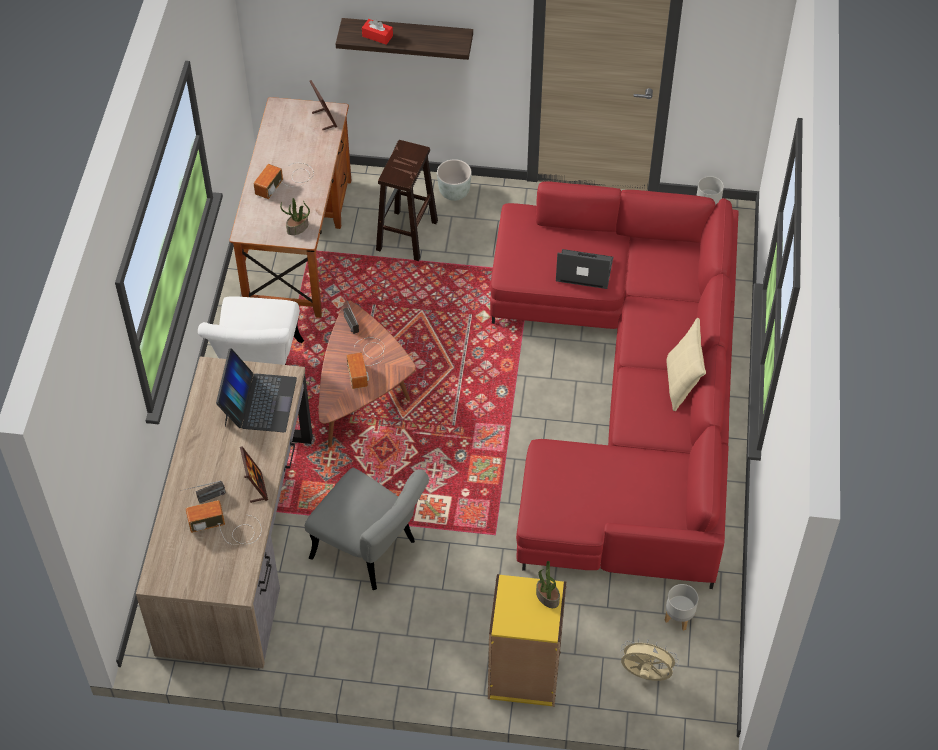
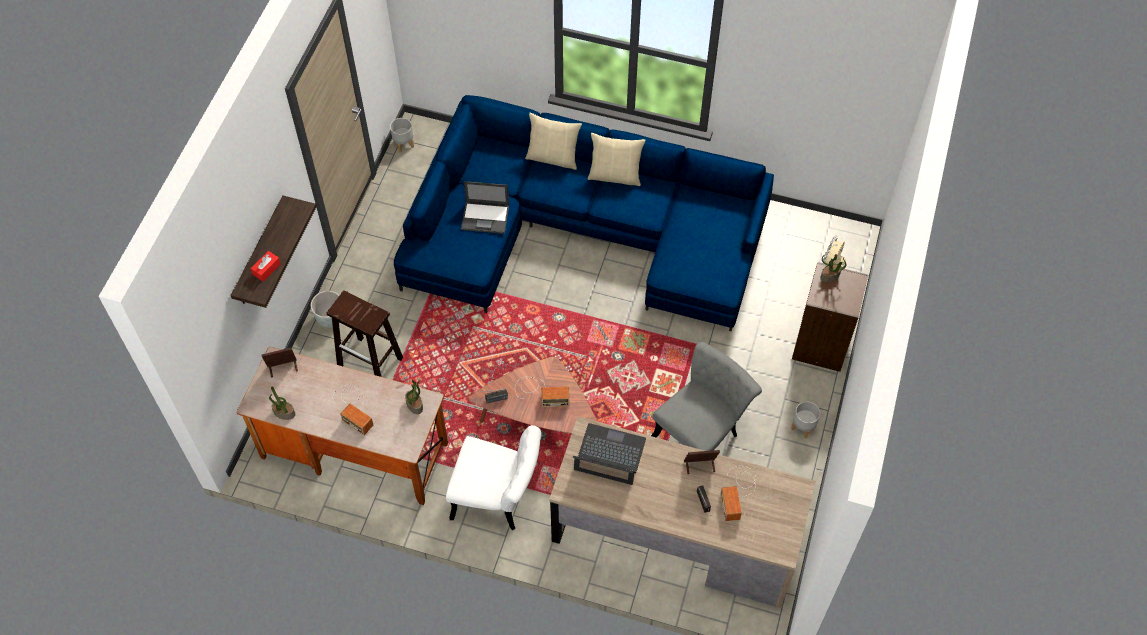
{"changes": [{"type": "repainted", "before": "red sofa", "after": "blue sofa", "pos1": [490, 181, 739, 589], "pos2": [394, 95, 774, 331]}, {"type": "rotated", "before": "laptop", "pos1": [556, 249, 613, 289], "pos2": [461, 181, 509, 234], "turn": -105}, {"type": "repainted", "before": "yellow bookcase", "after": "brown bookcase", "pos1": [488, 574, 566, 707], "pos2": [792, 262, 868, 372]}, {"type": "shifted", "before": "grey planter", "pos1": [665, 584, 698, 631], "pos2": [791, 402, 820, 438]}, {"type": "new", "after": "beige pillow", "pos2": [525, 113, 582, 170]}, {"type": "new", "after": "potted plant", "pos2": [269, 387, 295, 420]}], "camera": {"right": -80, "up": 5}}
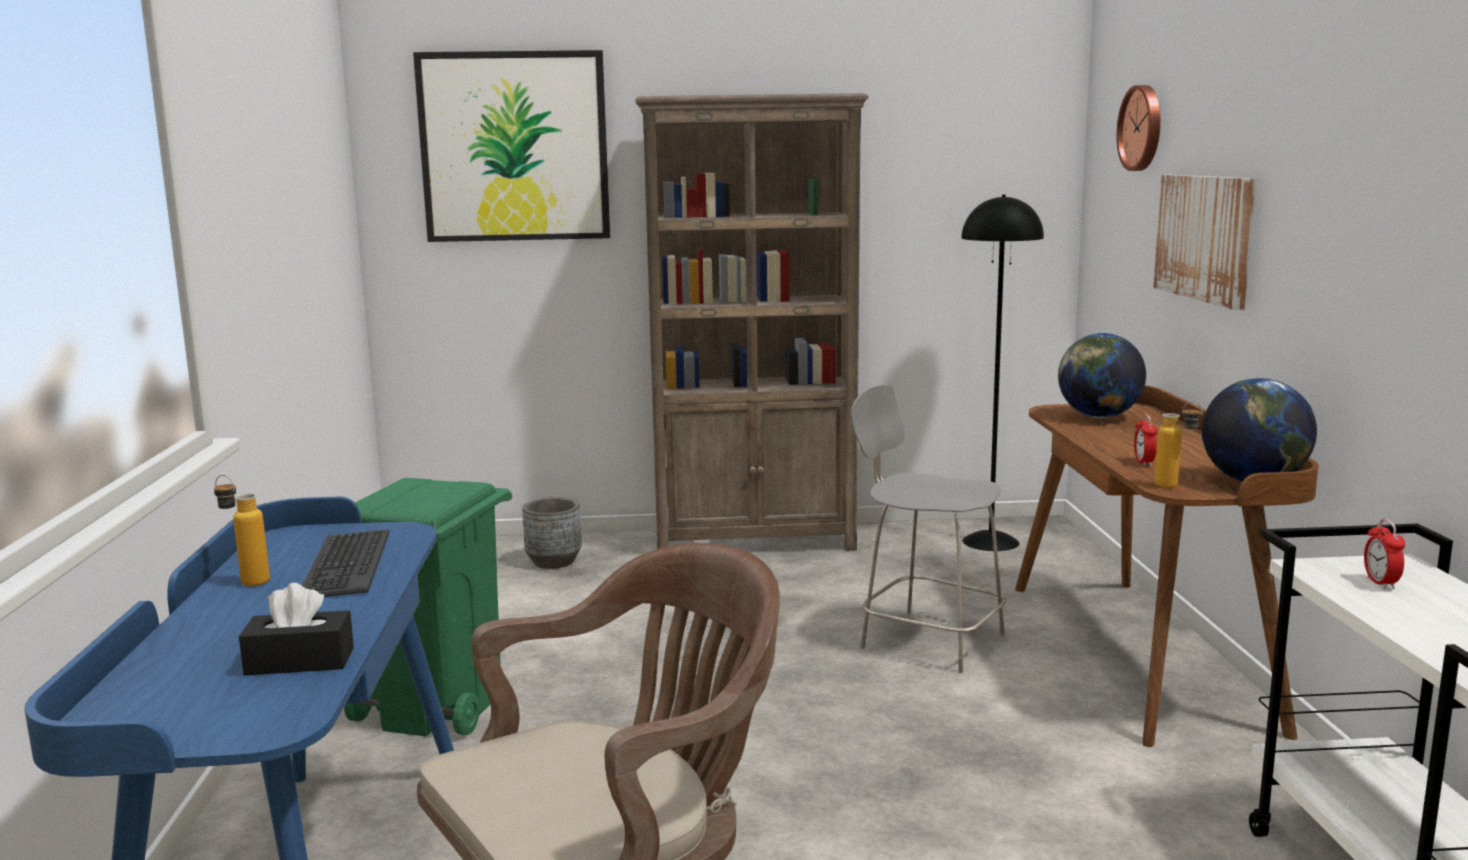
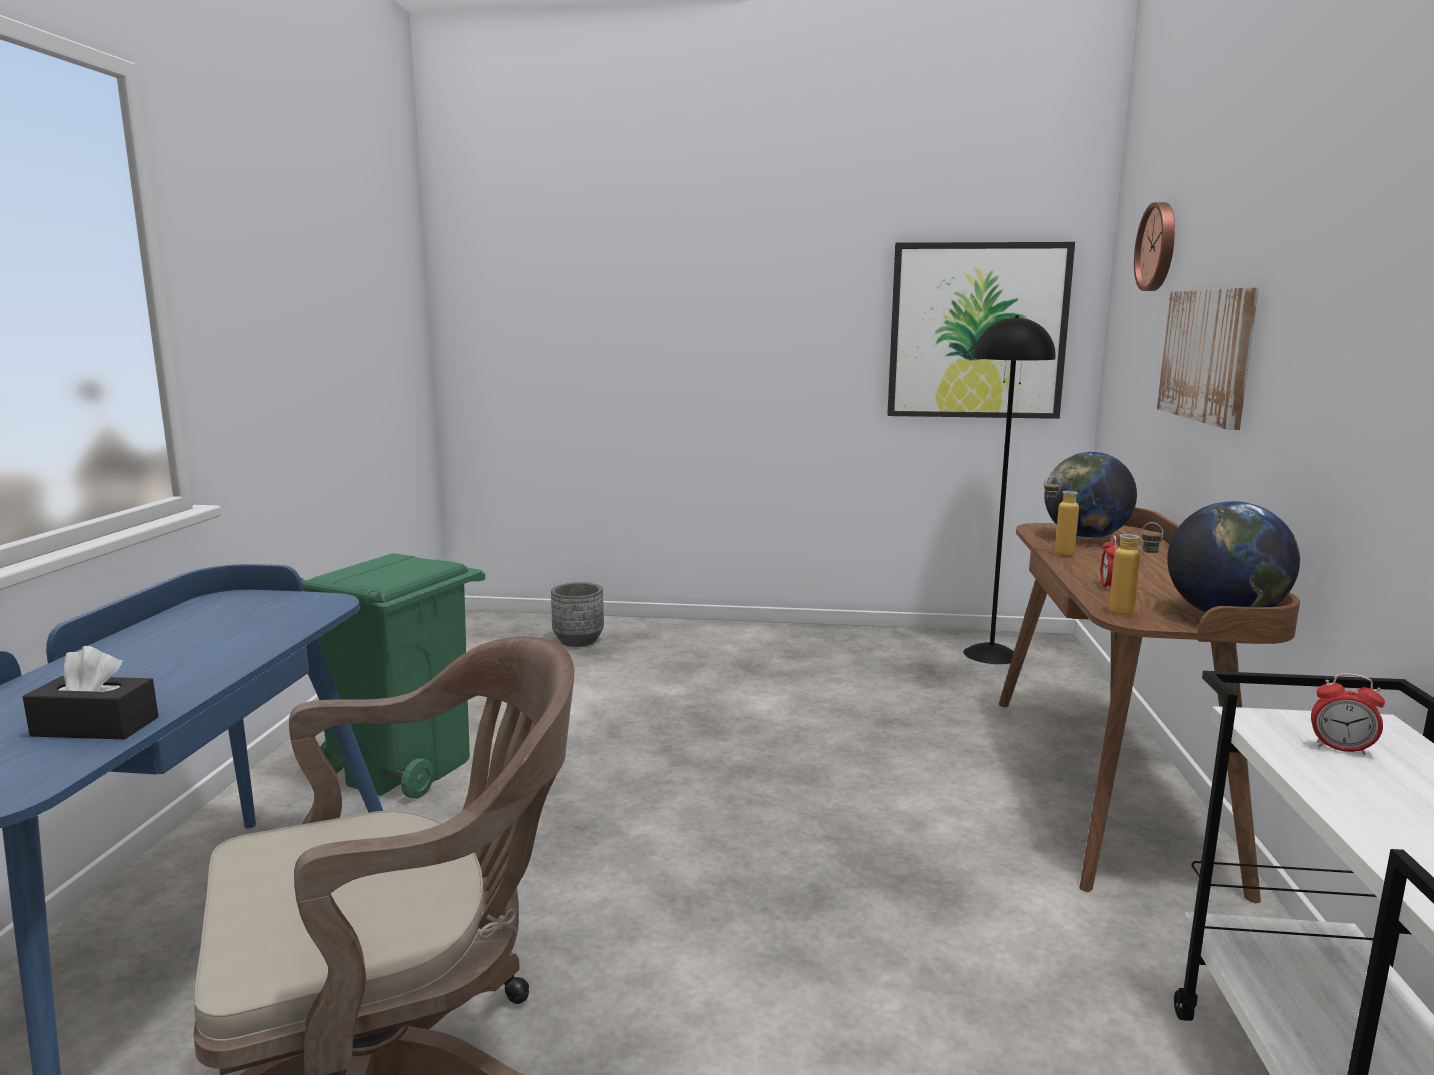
{"changes": [{"type": "shifted", "before": "picture", "pos1": [413, 50, 610, 242], "pos2": [887, 242, 1075, 419]}, {"type": "gone", "before": "brown bookcase", "pos1": [635, 93, 869, 551]}, {"type": "gone", "before": "grey chair", "pos1": [851, 385, 1007, 673]}, {"type": "shifted", "before": "bottle", "pos1": [214, 475, 270, 586], "pos2": [1044, 476, 1079, 556]}, {"type": "rotated", "before": "alarm clock", "pos1": [1364, 519, 1405, 589], "pos2": [1311, 673, 1385, 755], "turn": -75}, {"type": "gone", "before": "keyboard", "pos1": [302, 529, 390, 597]}], "camera": {"right": 10, "up": 0}}
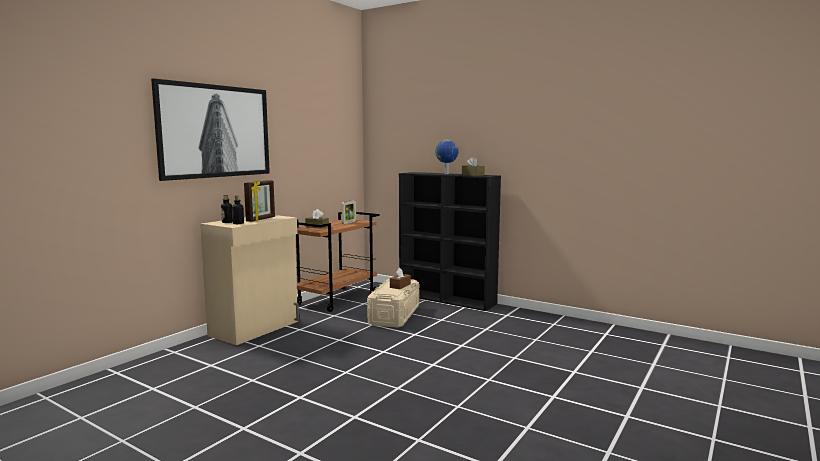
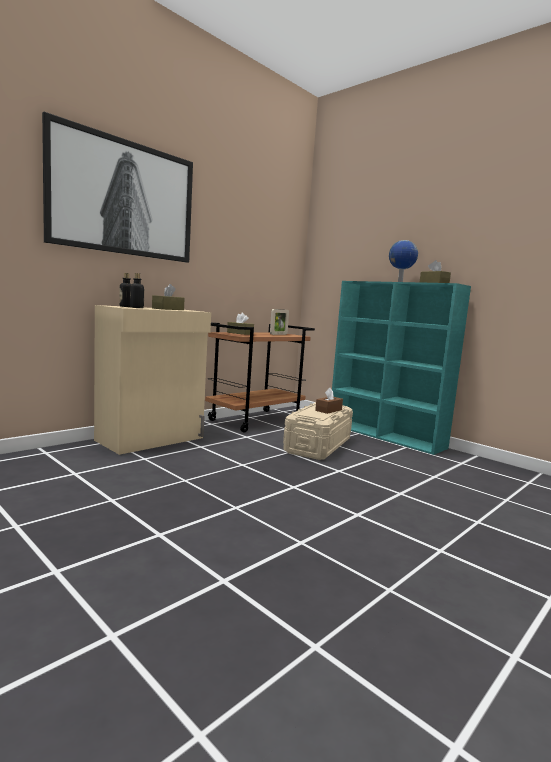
{"changes": [{"type": "repainted", "before": "black bookcase", "after": "turquoise bookcase", "pos1": [399, 172, 501, 311], "pos2": [332, 281, 471, 455]}, {"type": "swapped", "before": "picture frame", "after": "brown tissue box", "pos1": [244, 180, 275, 222], "pos2": [152, 284, 184, 310]}], "camera": {"right": 10, "up": 0}}
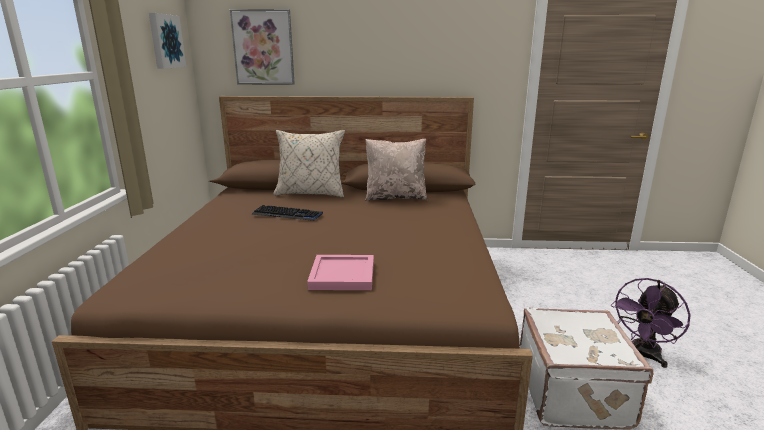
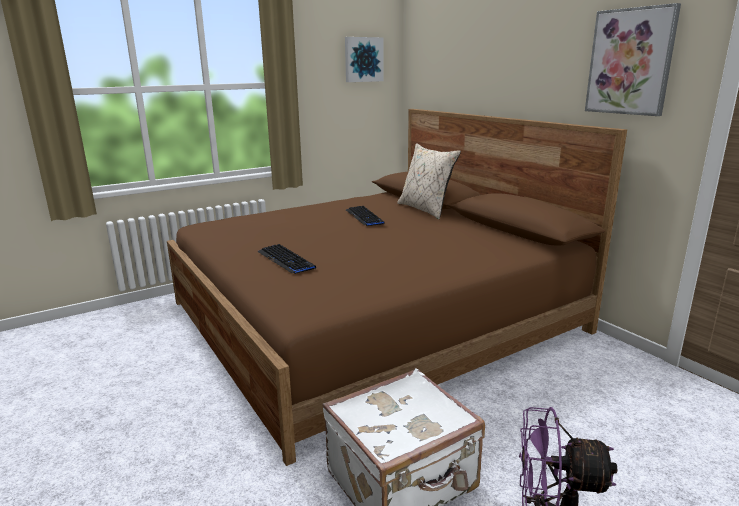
{"changes": [{"type": "shifted", "before": "picture", "pos1": [230, 9, 295, 85], "pos2": [585, 3, 681, 116]}, {"type": "gone", "before": "beige pillow", "pos1": [365, 139, 427, 201]}, {"type": "swapped", "before": "pink tray", "after": "keyboard", "pos1": [307, 255, 374, 290], "pos2": [258, 244, 316, 274]}], "camera": {"right": 55, "up": 0}}
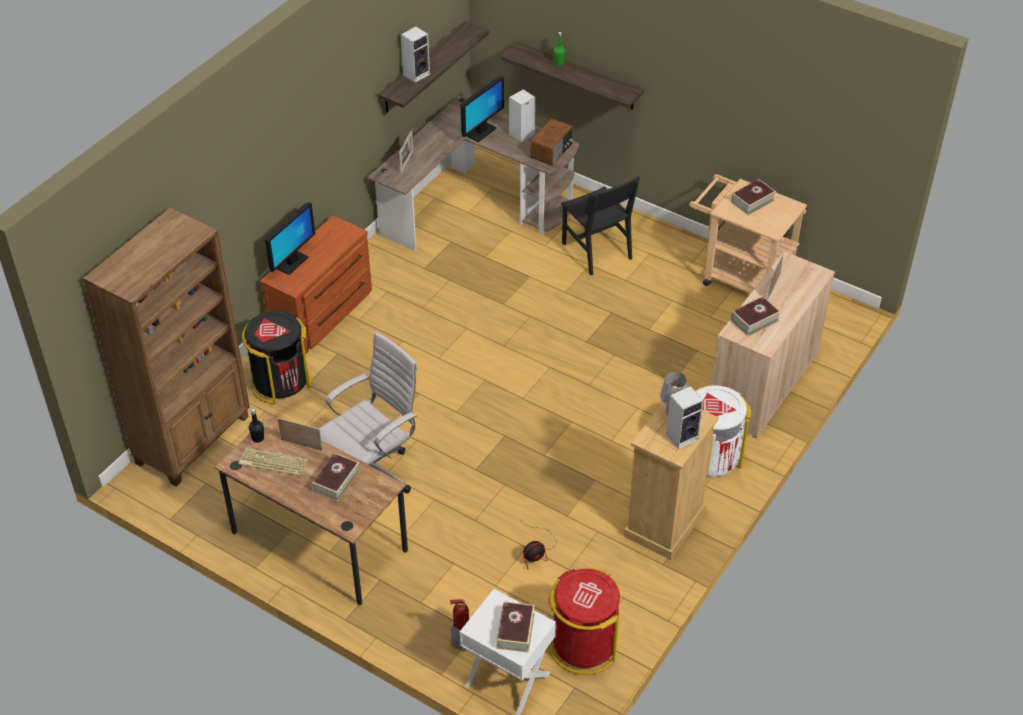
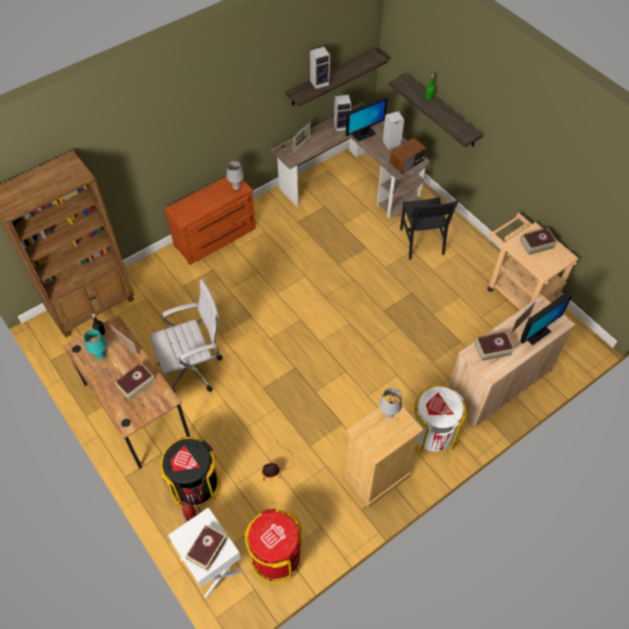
{"changes": [{"type": "shifted", "before": "monitor", "pos1": [265, 202, 315, 275], "pos2": [520, 293, 572, 345]}, {"type": "shifted", "before": "black trash can", "pos1": [242, 311, 312, 405], "pos2": [160, 437, 221, 507]}, {"type": "shifted", "before": "speaker", "pos1": [666, 386, 704, 449], "pos2": [334, 95, 351, 131]}, {"type": "swapped", "before": "keyboard", "after": "turquoise table lamp", "pos1": [238, 448, 308, 475], "pos2": [84, 329, 107, 359]}, {"type": "new", "after": "grey table lamp", "pos2": [226, 161, 244, 190]}], "camera": {"right": 20, "up": 10}}
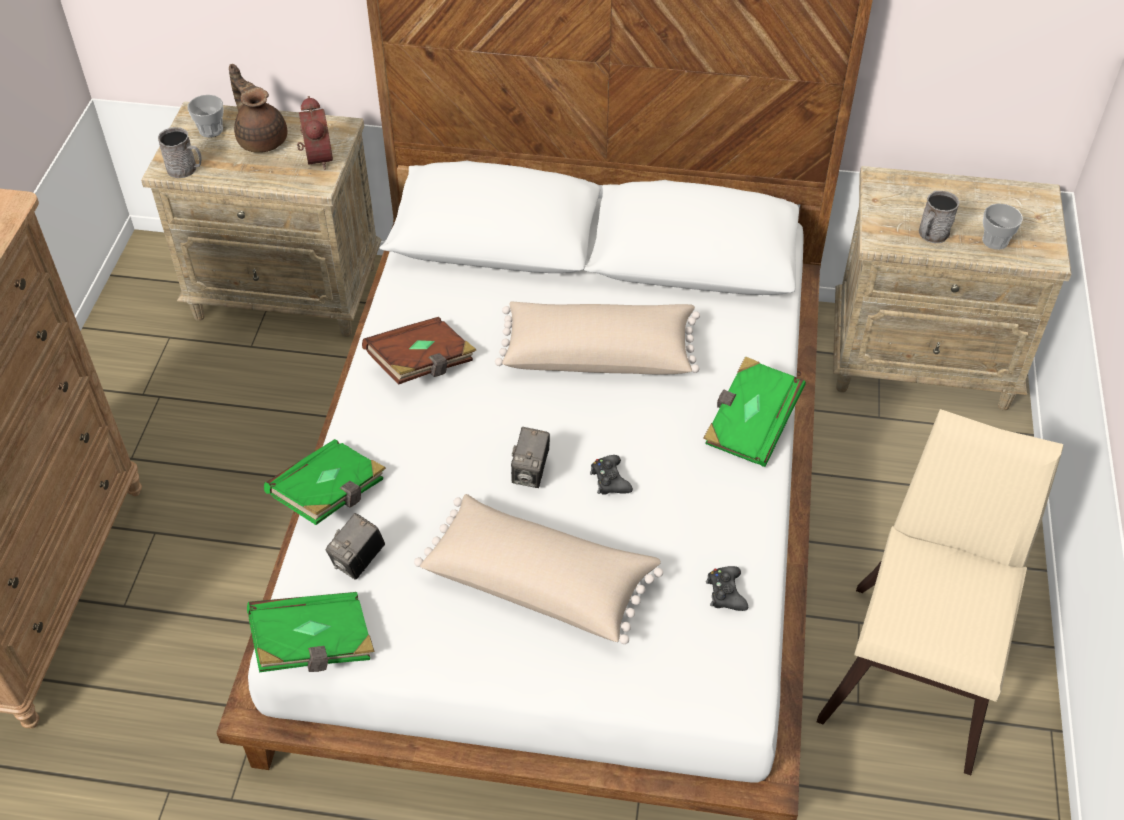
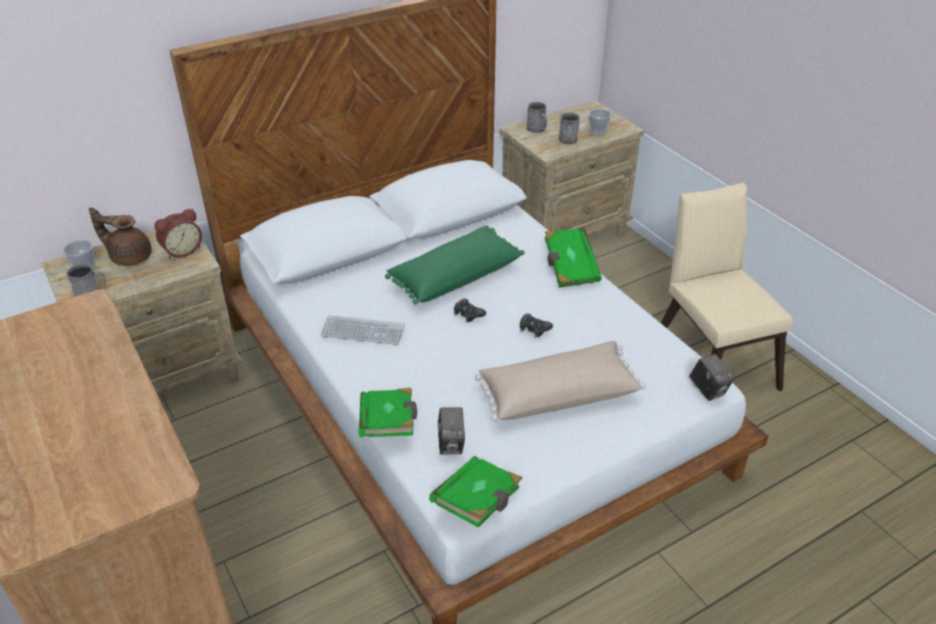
{"changes": [{"type": "rotated", "before": "alarm clock", "pos1": [297, 96, 333, 170], "pos2": [154, 209, 202, 259], "turn": 105}, {"type": "repainted", "before": "beige pillow", "after": "green pillow", "pos1": [495, 302, 700, 375], "pos2": [385, 226, 524, 305]}, {"type": "swapped", "before": "brown book", "after": "keyboard", "pos1": [362, 317, 476, 385], "pos2": [320, 315, 405, 345]}, {"type": "shifted", "before": "photo camera", "pos1": [511, 427, 550, 488], "pos2": [689, 354, 735, 401]}, {"type": "shifted", "before": "black game controller", "pos1": [706, 566, 748, 611], "pos2": [454, 298, 486, 322]}, {"type": "new", "after": "grey mug", "pos2": [527, 102, 547, 133]}], "camera": {"right": -40, "up": -10}}
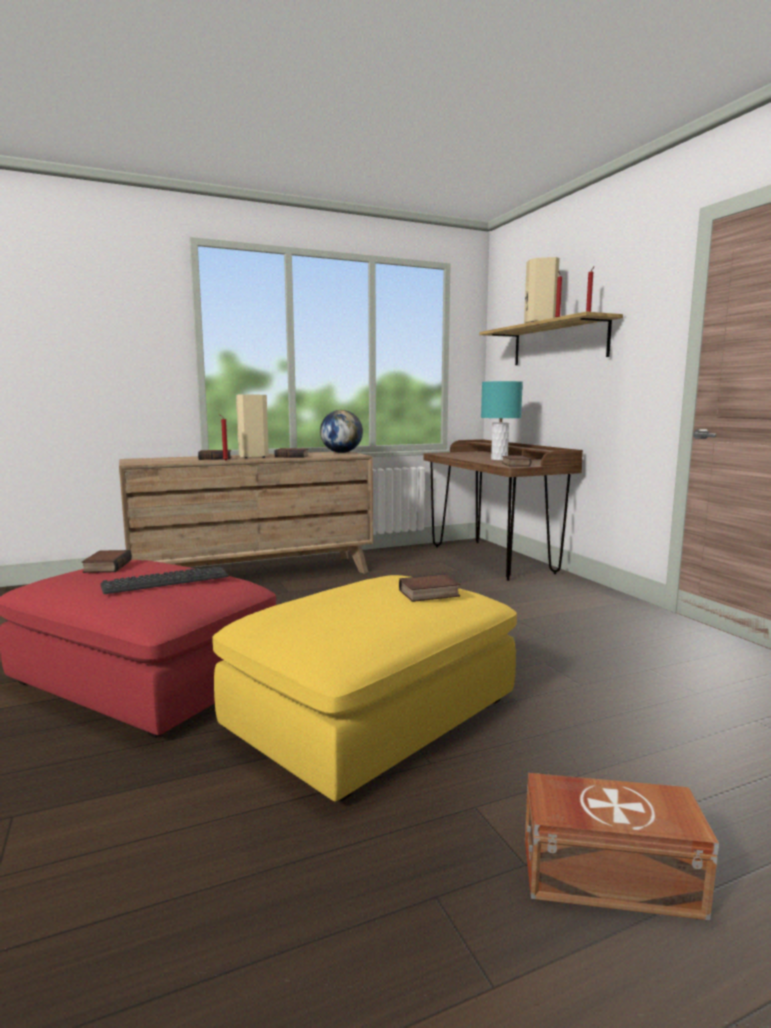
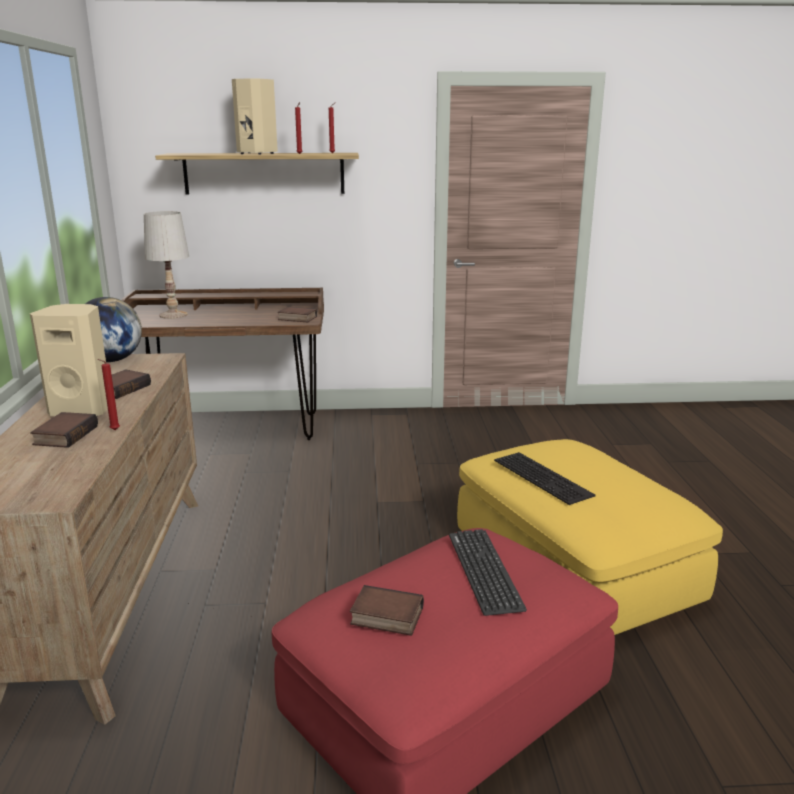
{"changes": [{"type": "gone", "before": "turquoise table lamp", "pos1": [481, 381, 523, 460]}, {"type": "gone", "before": "book", "pos1": [399, 574, 460, 602]}, {"type": "gone", "before": "brown storage box", "pos1": [525, 773, 719, 920]}, {"type": "new", "after": "white table lamp", "pos2": [144, 211, 189, 319]}, {"type": "new", "after": "keyboard", "pos2": [494, 452, 596, 505]}], "camera": {"right": -70, "up": 10}}
